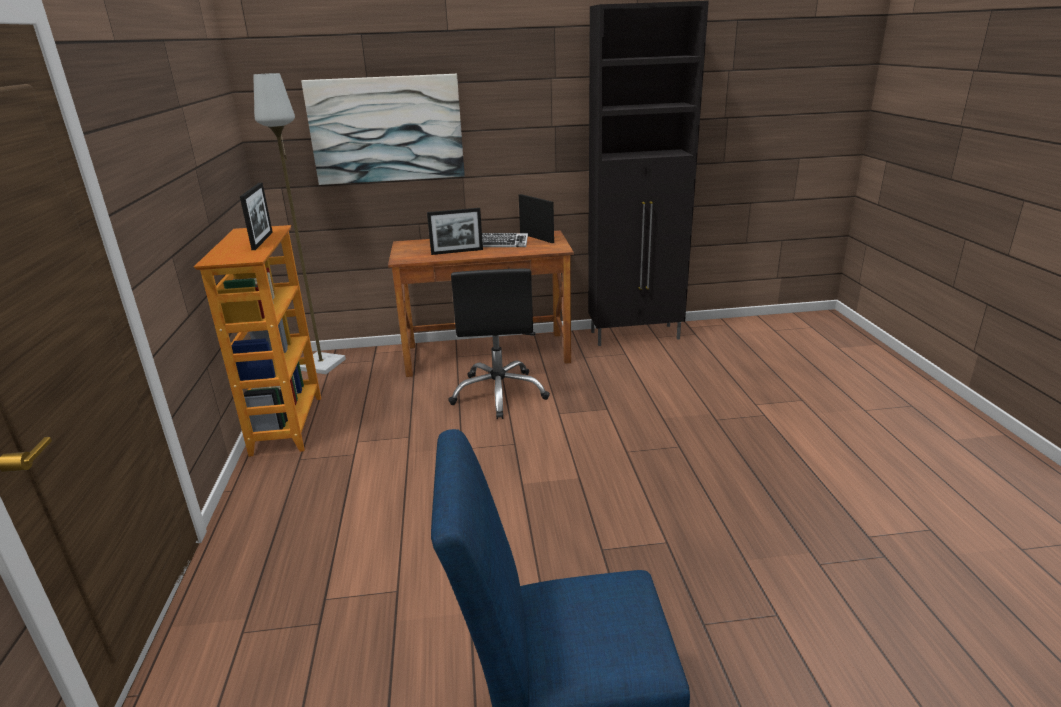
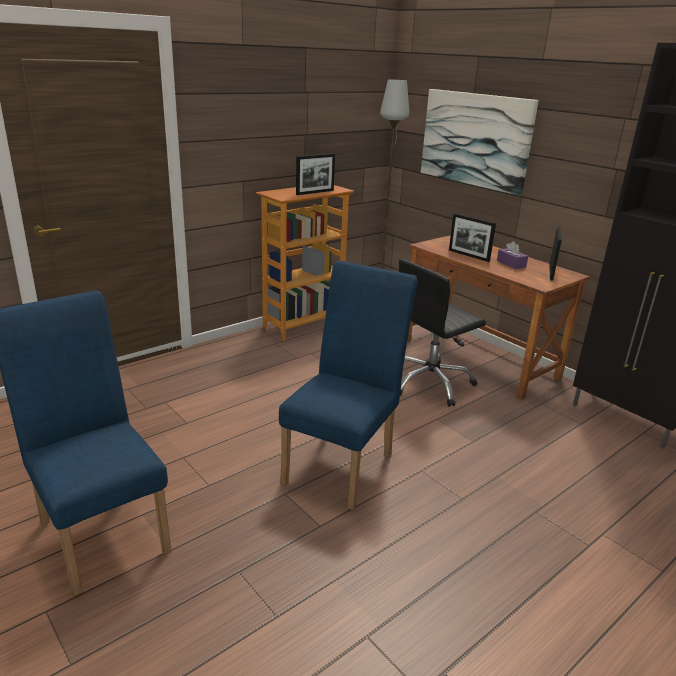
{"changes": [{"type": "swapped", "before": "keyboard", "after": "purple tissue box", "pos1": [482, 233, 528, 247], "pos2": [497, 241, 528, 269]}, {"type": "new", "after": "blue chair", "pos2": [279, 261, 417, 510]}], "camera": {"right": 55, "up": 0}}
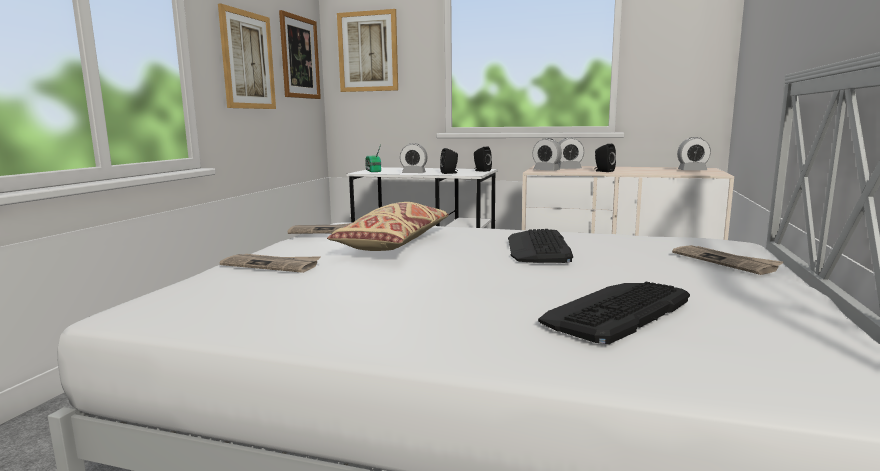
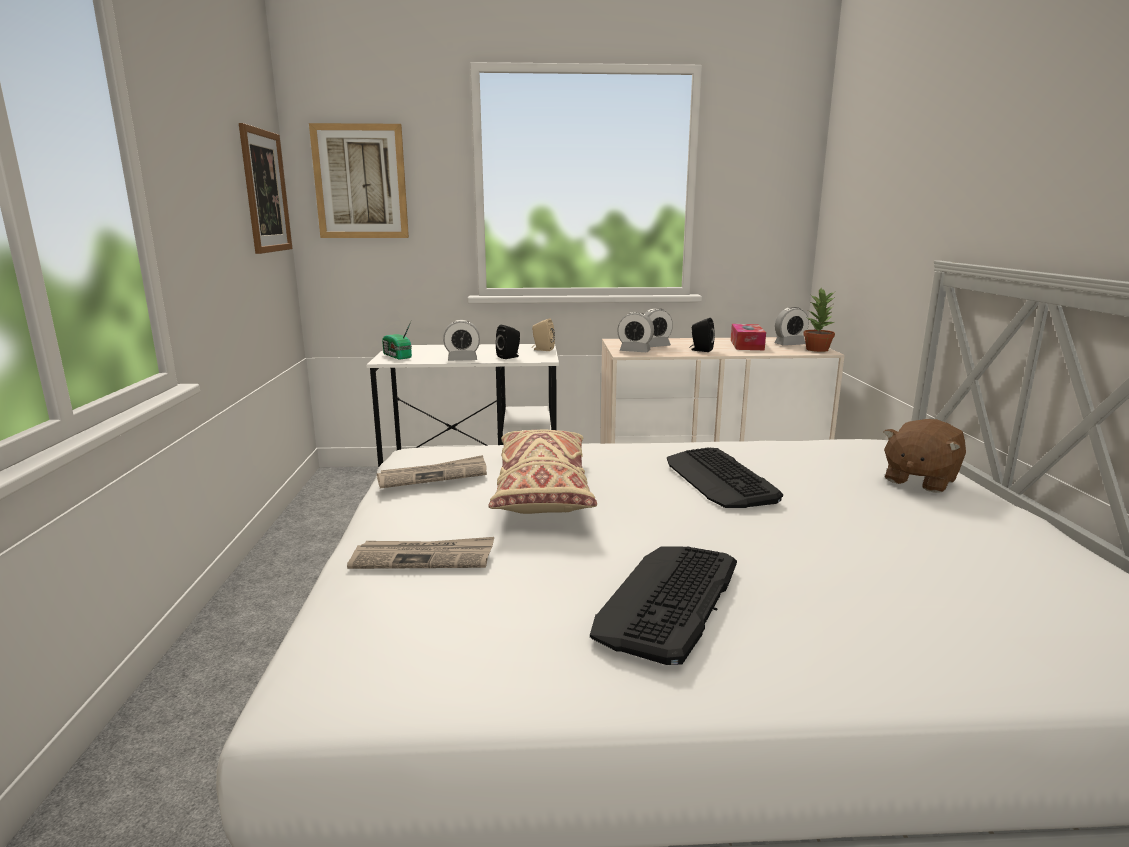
{"changes": [{"type": "gone", "before": "picture", "pos1": [218, 3, 276, 109]}, {"type": "repainted", "before": "black speaker", "after": "beige speaker", "pos1": [474, 147, 492, 172], "pos2": [532, 318, 555, 351]}, {"type": "swapped", "before": "newspaper", "after": "brown plush toy", "pos1": [672, 245, 784, 275], "pos2": [883, 419, 966, 493]}, {"type": "shifted", "before": "keyboard", "pos1": [538, 282, 690, 344], "pos2": [590, 546, 737, 665]}, {"type": "new", "after": "potted plant", "pos2": [803, 288, 836, 352]}, {"type": "new", "after": "tissue box", "pos2": [731, 324, 766, 350]}], "camera": {"right": -20, "up": 5}}
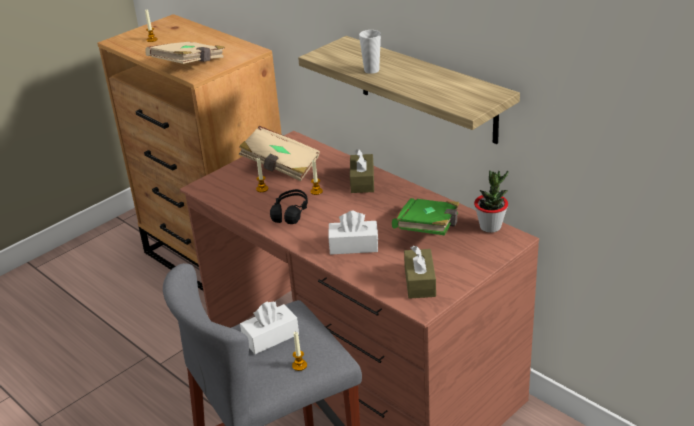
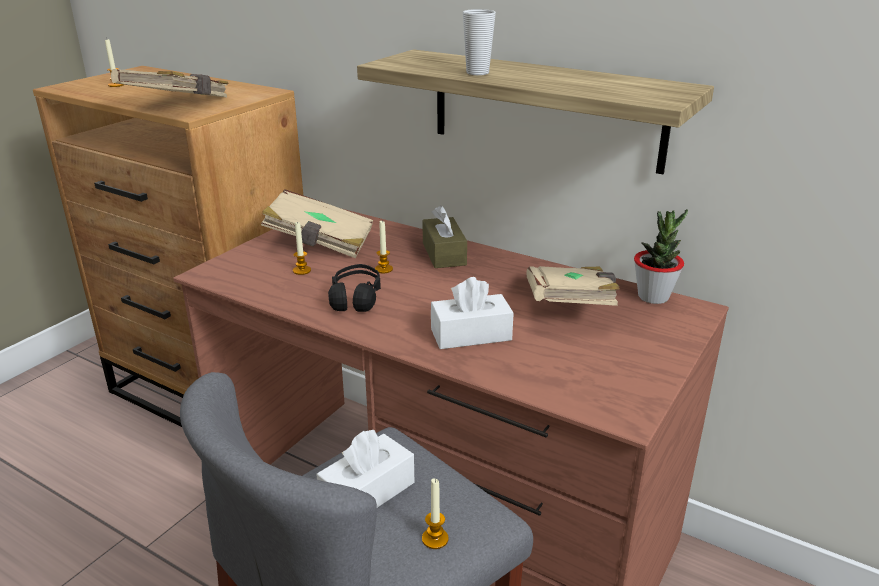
{"changes": [{"type": "repainted", "before": "green book", "after": "beige book", "pos1": [392, 198, 460, 235], "pos2": [526, 266, 620, 306]}, {"type": "gone", "before": "brown tissue box", "pos1": [404, 246, 436, 299]}], "camera": {"right": -15, "up": -5}}
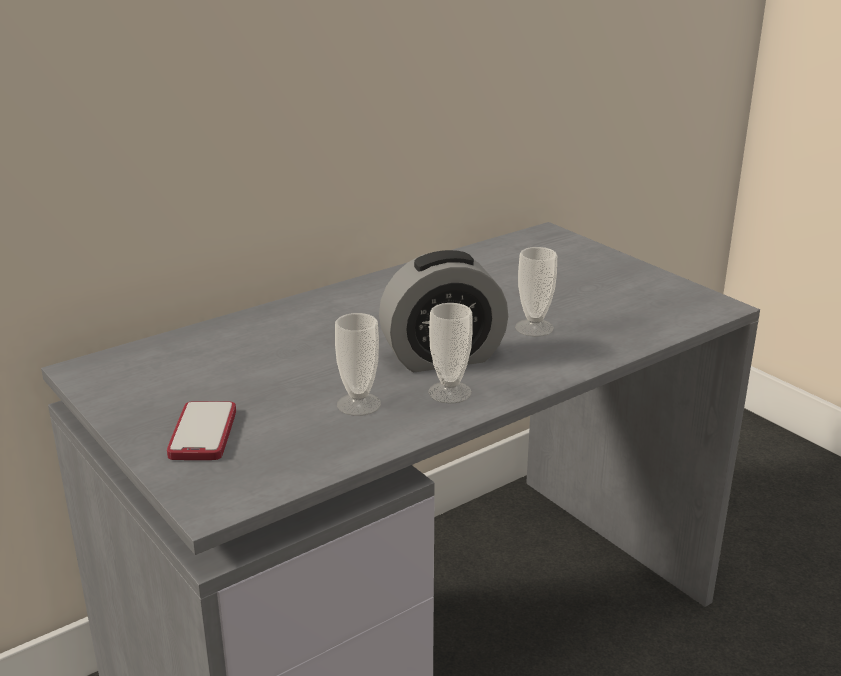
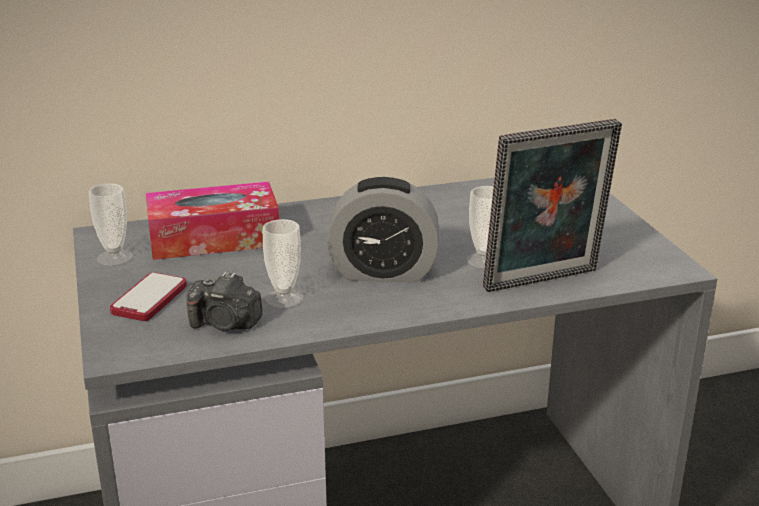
{"changes": [{"type": "shifted", "before": "cup", "pos1": [428, 303, 473, 404], "pos2": [89, 183, 133, 266]}, {"type": "new", "after": "picture frame", "pos2": [483, 119, 622, 292]}, {"type": "new", "after": "tissue box", "pos2": [146, 182, 279, 260]}, {"type": "new", "after": "photo camera", "pos2": [186, 272, 262, 331]}], "camera": {"right": 20, "up": 0}}
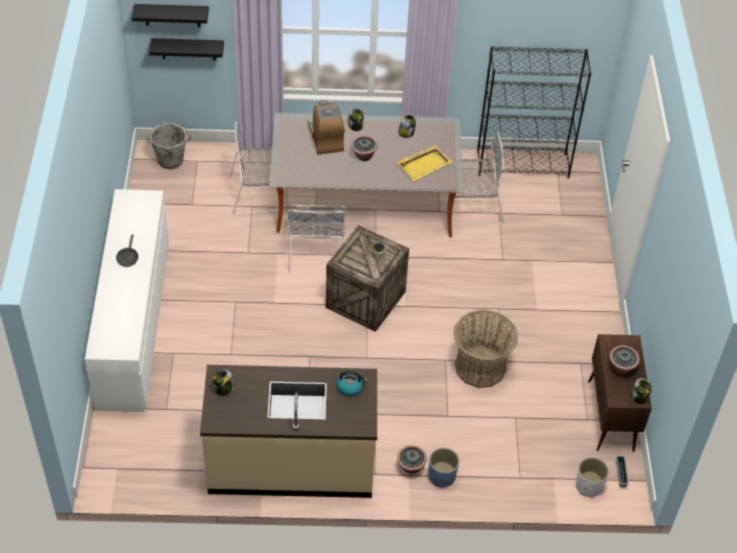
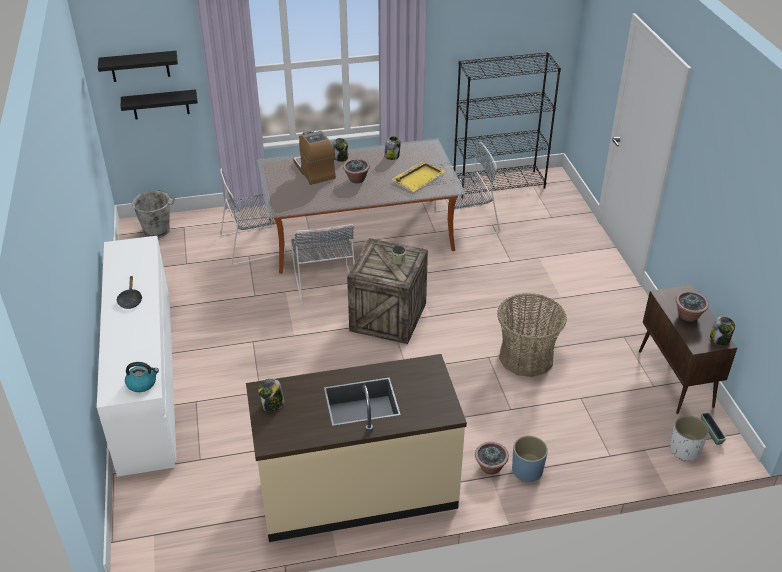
{"changes": [{"type": "shifted", "before": "kettle", "pos1": [337, 371, 368, 396], "pos2": [125, 362, 159, 392]}], "camera": {"right": -10, "up": -10}}
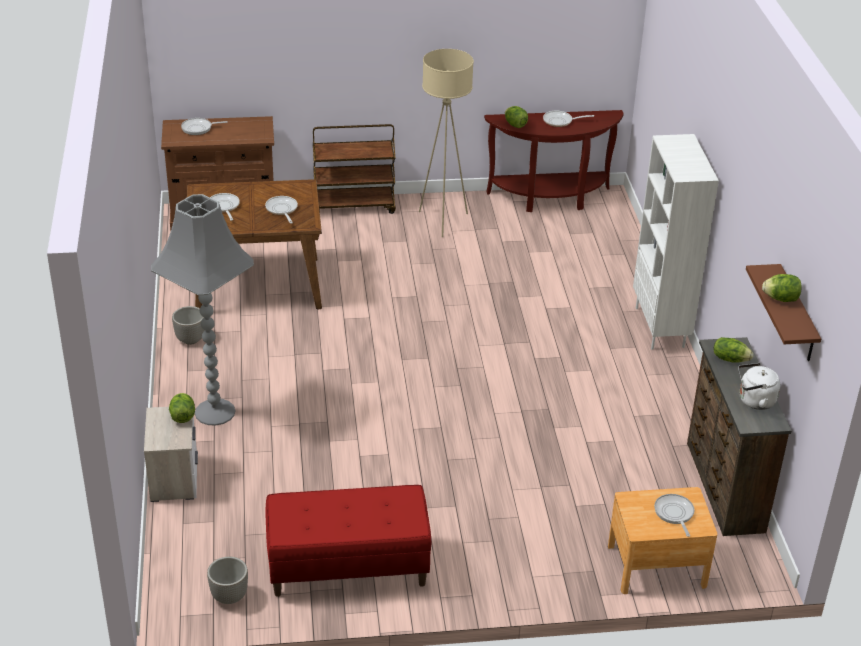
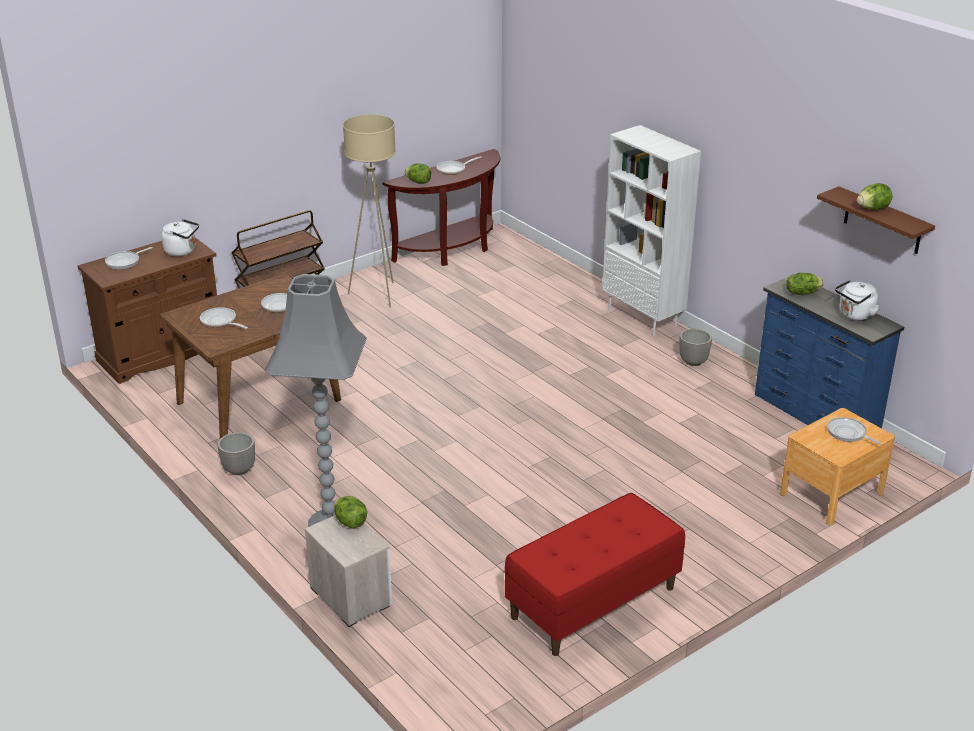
{"changes": [{"type": "repainted", "before": "brown dresser", "after": "blue dresser", "pos1": [687, 337, 791, 536], "pos2": [755, 277, 904, 428]}, {"type": "shifted", "before": "planter", "pos1": [207, 557, 248, 604], "pos2": [679, 329, 712, 366]}, {"type": "new", "after": "white kettle", "pos2": [161, 219, 199, 256]}], "camera": {"right": -30, "up": -5}}
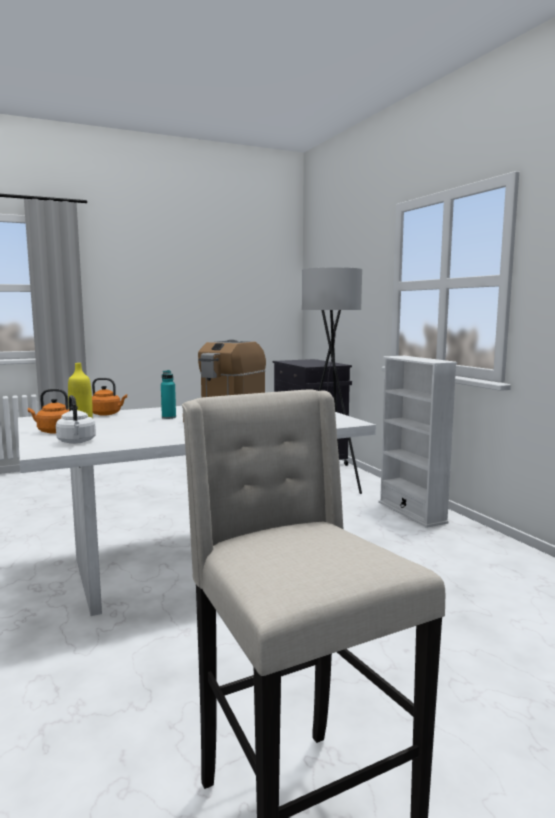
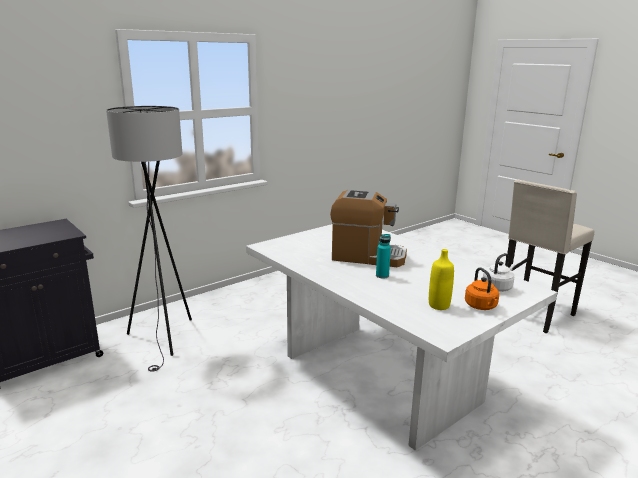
{"changes": [{"type": "gone", "before": "white bookcase", "pos1": [378, 356, 457, 528]}, {"type": "gone", "before": "orange kettle", "pos1": [92, 378, 127, 416]}], "camera": {"right": -105, "up": 10}}
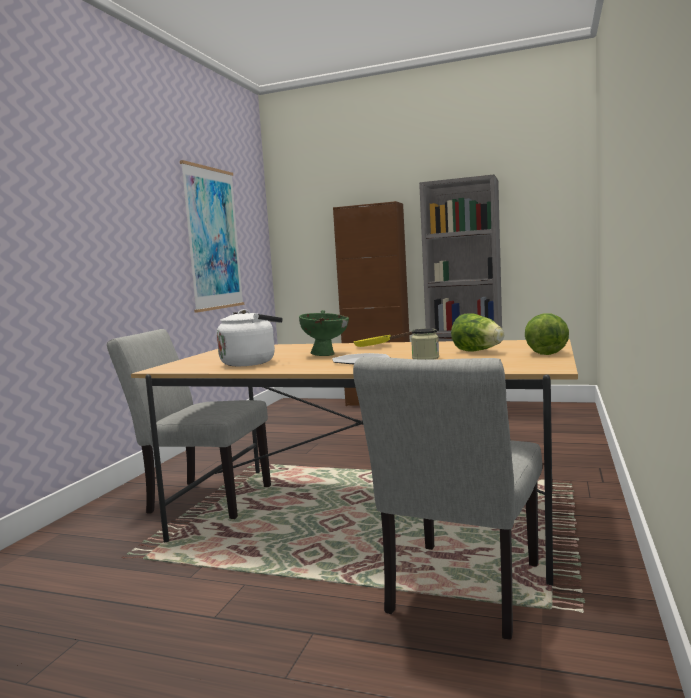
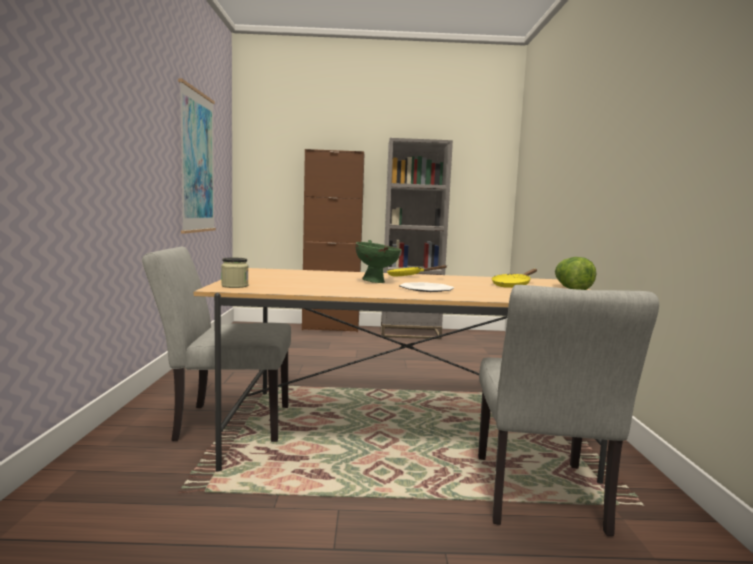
{"changes": [{"type": "gone", "before": "white kettle", "pos1": [217, 309, 283, 366]}, {"type": "swapped", "before": "lettuce", "after": "yellow frying pan", "pos1": [451, 313, 504, 352], "pos2": [492, 269, 537, 288]}, {"type": "shifted", "before": "jar", "pos1": [411, 328, 439, 360], "pos2": [221, 257, 248, 288]}], "camera": {"right": -20, "up": 0}}
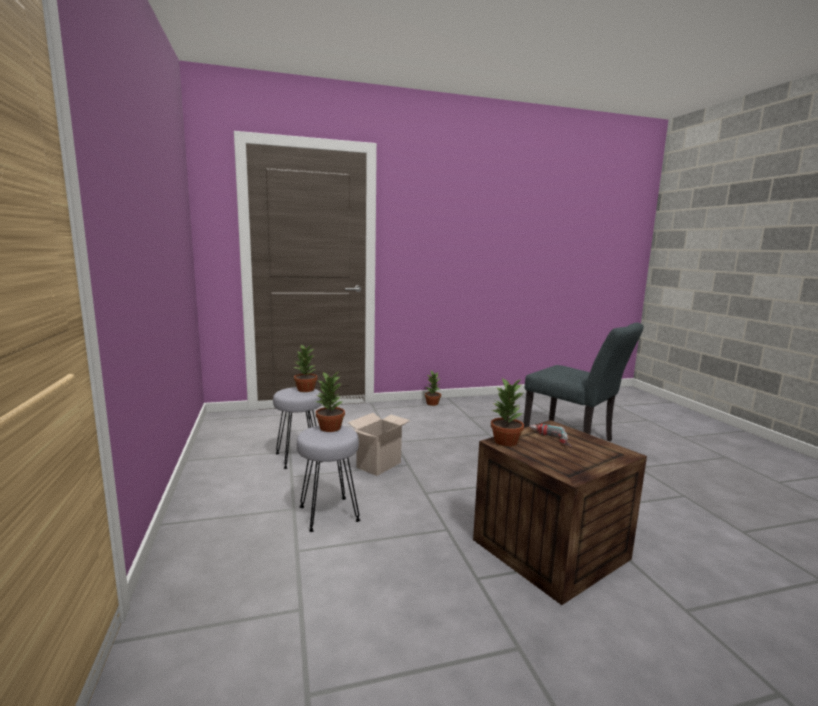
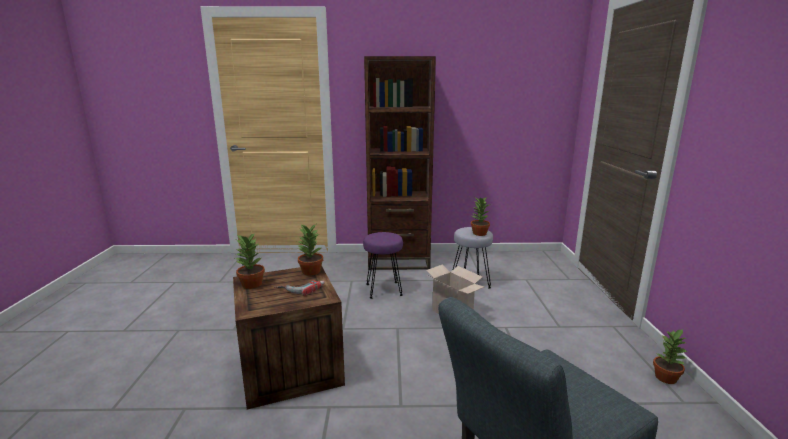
{"changes": [{"type": "shifted", "before": "potted plant", "pos1": [315, 372, 345, 432], "pos2": [235, 233, 265, 289]}, {"type": "repainted", "before": "grey stool", "after": "purple stool", "pos1": [297, 426, 360, 532], "pos2": [363, 232, 403, 299]}, {"type": "new", "after": "brown bookcase", "pos2": [364, 56, 436, 270]}], "camera": {"right": 105, "up": 5}}
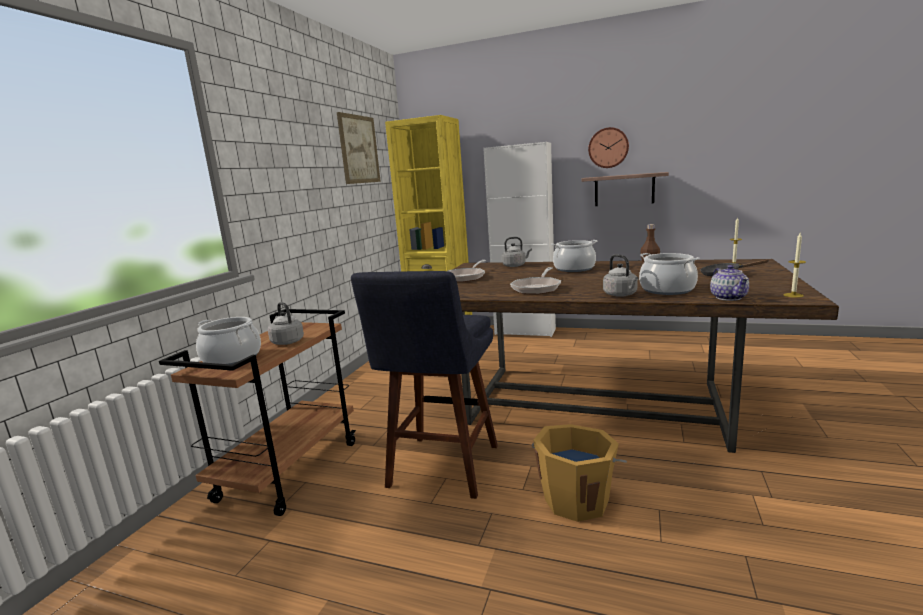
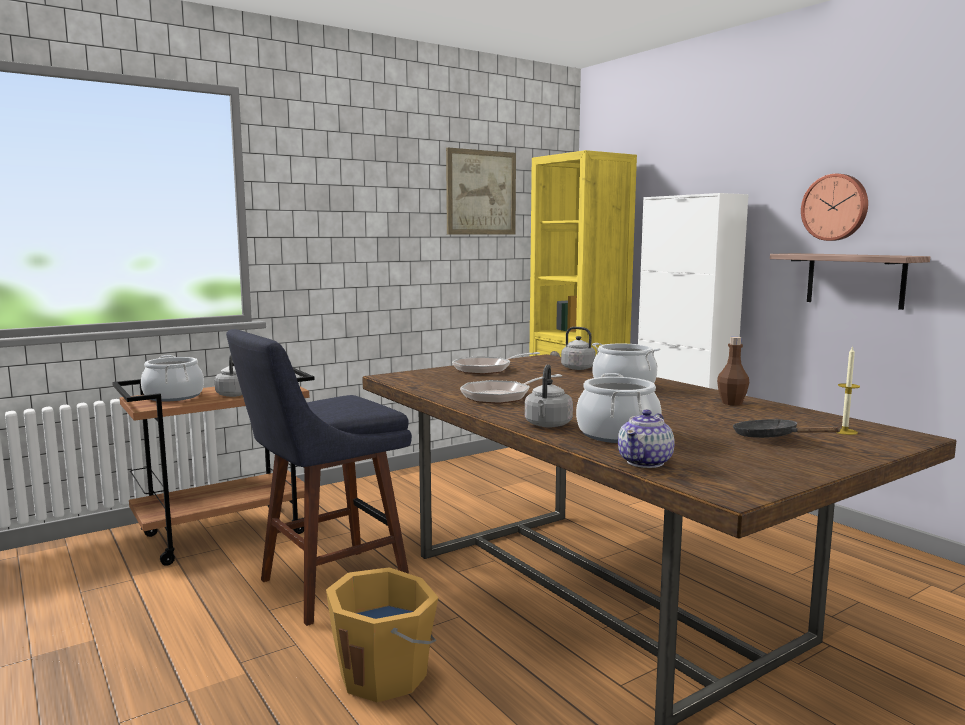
{"changes": [{"type": "gone", "before": "candle", "pos1": [783, 233, 806, 298]}], "camera": {"right": 35, "up": -5}}
